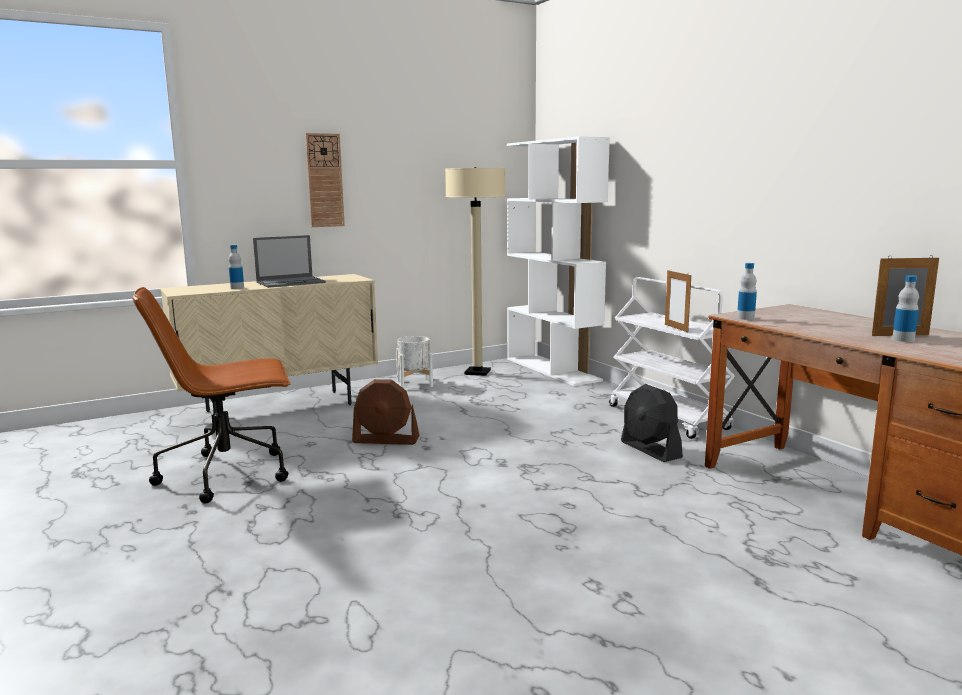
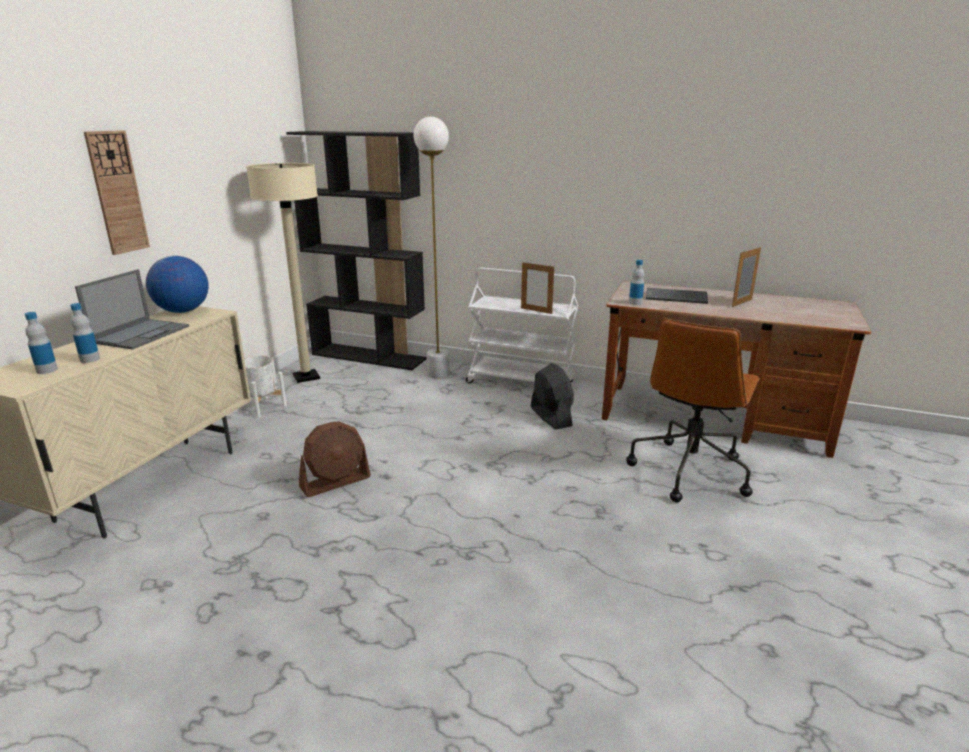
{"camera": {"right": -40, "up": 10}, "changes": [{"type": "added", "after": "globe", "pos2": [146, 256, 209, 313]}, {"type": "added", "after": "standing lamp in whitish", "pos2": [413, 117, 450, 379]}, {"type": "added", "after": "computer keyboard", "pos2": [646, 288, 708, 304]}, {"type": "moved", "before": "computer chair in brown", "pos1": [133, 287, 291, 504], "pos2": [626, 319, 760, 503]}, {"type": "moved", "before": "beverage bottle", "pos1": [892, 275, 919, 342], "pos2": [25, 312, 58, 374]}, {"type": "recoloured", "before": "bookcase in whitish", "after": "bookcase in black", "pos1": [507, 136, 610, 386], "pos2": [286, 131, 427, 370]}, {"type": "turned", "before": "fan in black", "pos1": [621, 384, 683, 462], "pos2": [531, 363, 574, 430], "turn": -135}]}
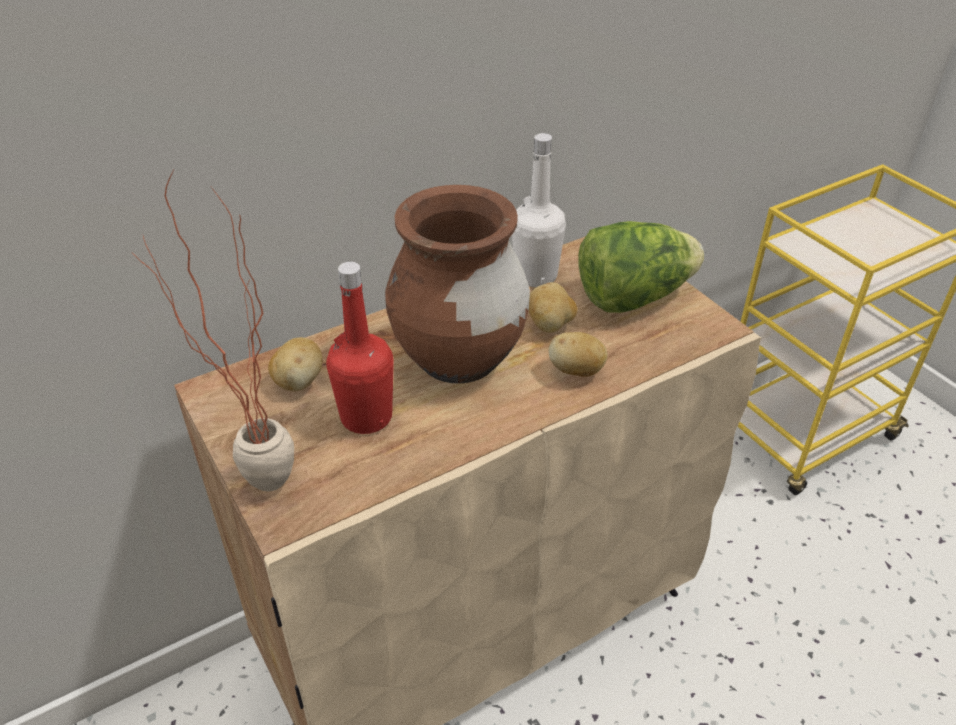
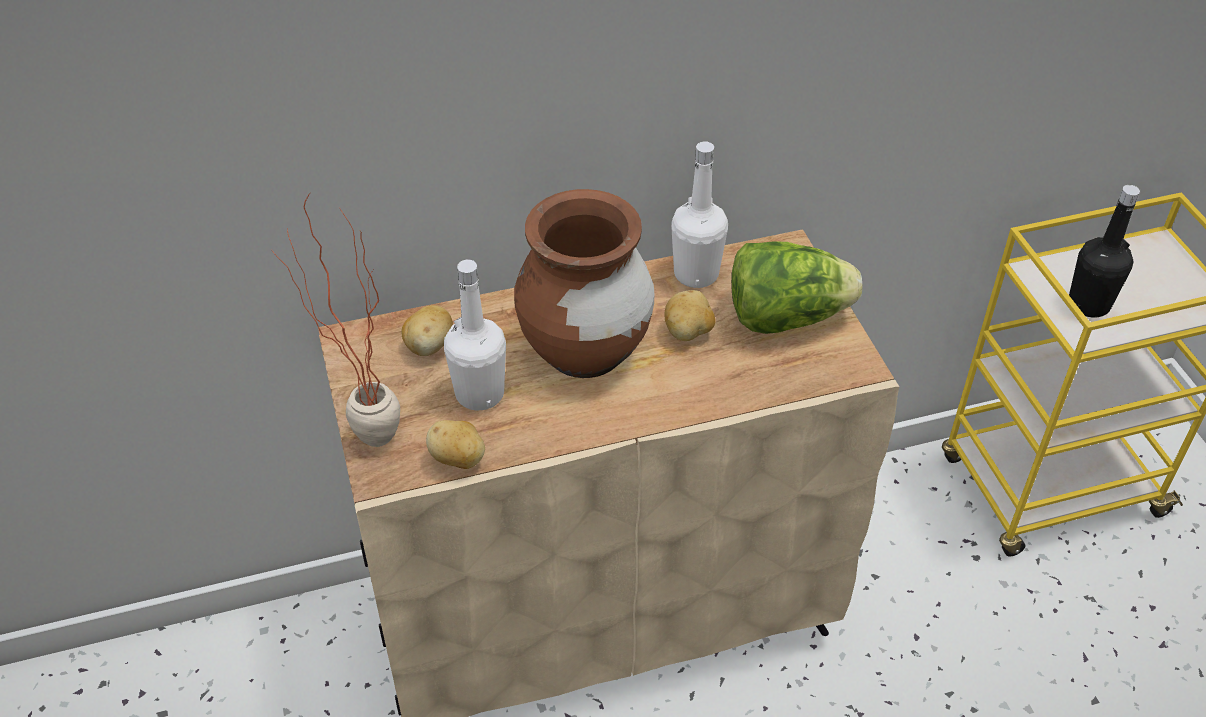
{"camera": {"right": 15, "up": 5}, "changes": [{"type": "added", "after": "beverage bottle in black", "pos2": [1069, 185, 1140, 318]}, {"type": "moved", "before": "potato", "pos1": [549, 332, 608, 377], "pos2": [426, 420, 485, 469]}, {"type": "recoloured", "before": "beverage bottle in red", "after": "beverage bottle in whitish", "pos1": [326, 262, 394, 434], "pos2": [444, 260, 506, 410]}]}
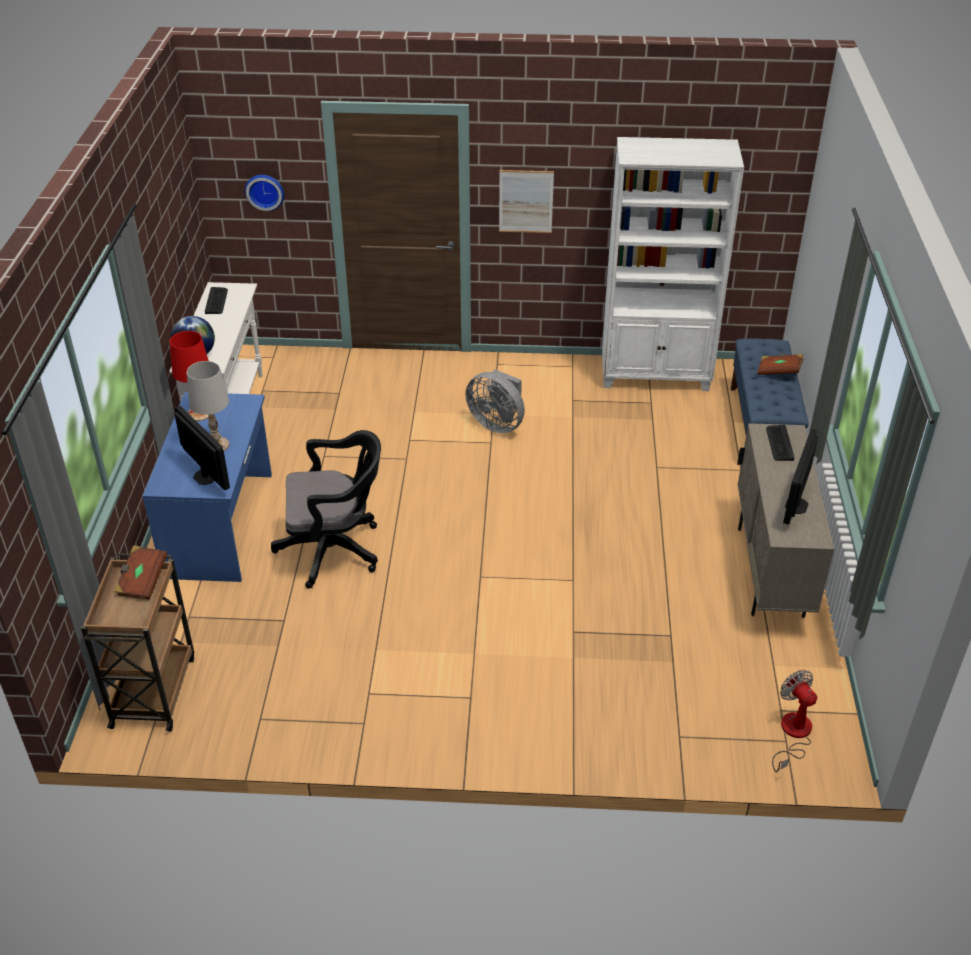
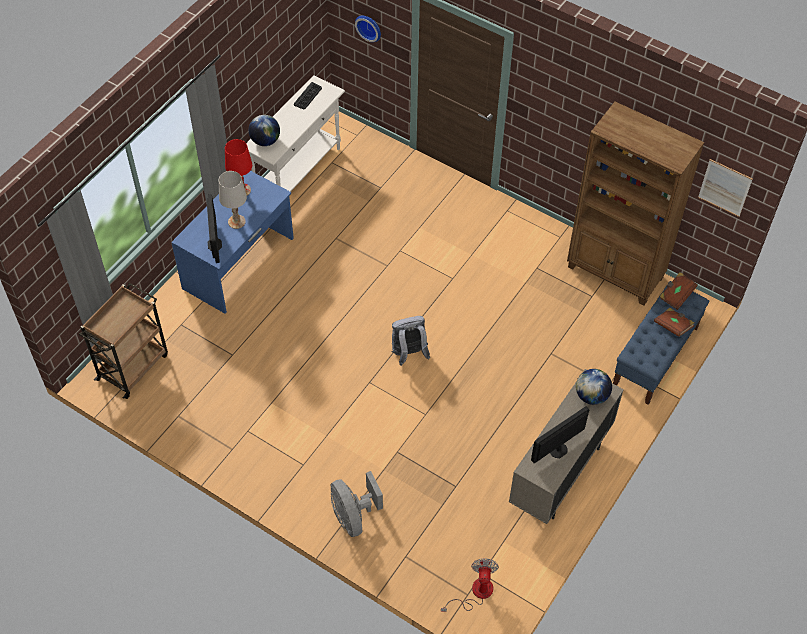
{"camera": {"right": 30, "up": 15}, "changes": [{"type": "removed", "before": "computer chair in black", "pos1": [271, 430, 381, 589]}, {"type": "added", "after": "rucksack in gray", "pos2": [391, 316, 431, 366]}, {"type": "moved", "before": "volume in brown", "pos1": [114, 545, 167, 600], "pos2": [659, 272, 698, 310]}, {"type": "moved", "before": "fan in gray", "pos1": [466, 369, 525, 433], "pos2": [330, 471, 383, 537]}, {"type": "moved", "before": "picture", "pos1": [499, 170, 554, 233], "pos2": [698, 159, 753, 217]}, {"type": "replaced", "before": "computer keyboard", "after": "globe", "pos1": [766, 425, 795, 461], "pos2": [576, 369, 612, 405]}, {"type": "recoloured", "before": "bookcase in whitish", "after": "bookcase in brown", "pos1": [602, 137, 744, 391], "pos2": [567, 102, 704, 306]}]}
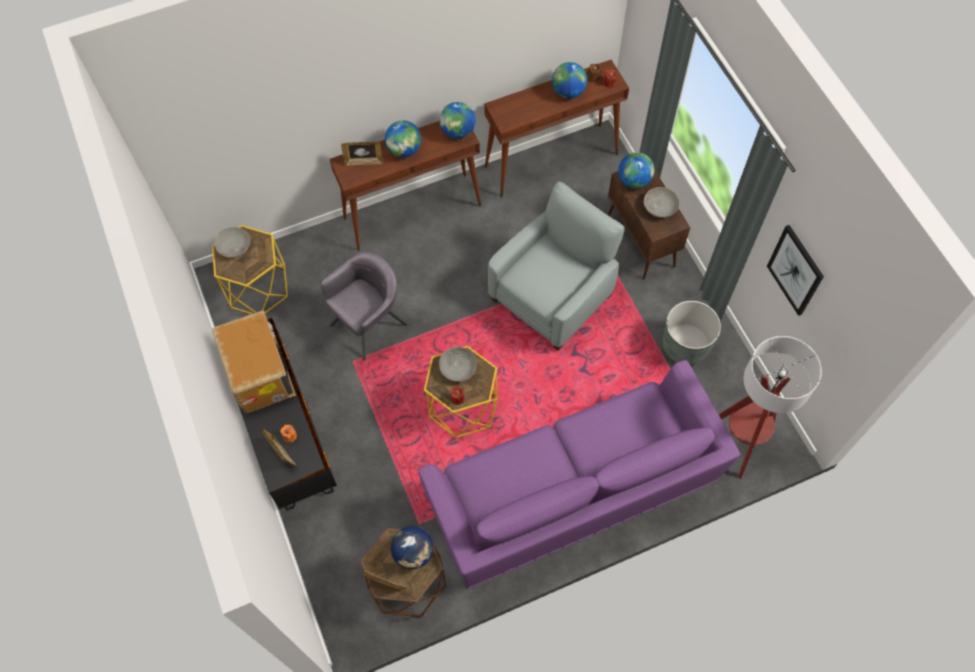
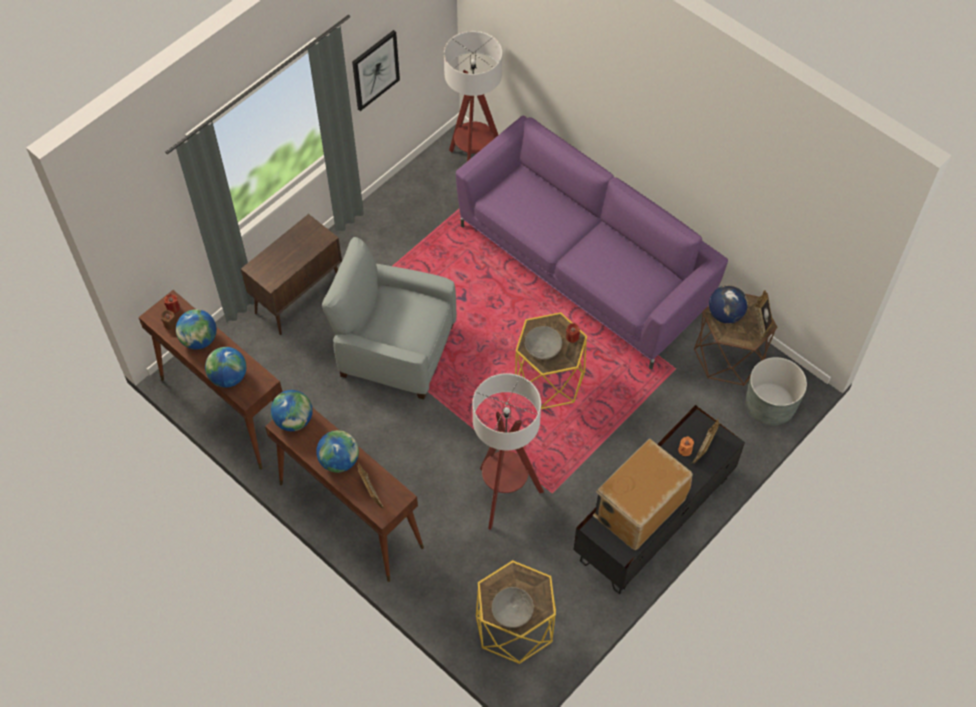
{"camera": {"right": -115, "up": -5}, "changes": [{"type": "removed", "before": "bowl in gray", "pos1": [644, 187, 680, 218]}, {"type": "moved", "before": "globe", "pos1": [618, 152, 654, 189], "pos2": [205, 347, 246, 388]}, {"type": "moved", "before": "plant pot in gray", "pos1": [662, 301, 721, 365], "pos2": [746, 357, 807, 425]}, {"type": "replaced", "before": "easy chair in gray", "after": "standing lamp", "pos1": [321, 251, 410, 361], "pos2": [472, 373, 544, 530]}]}
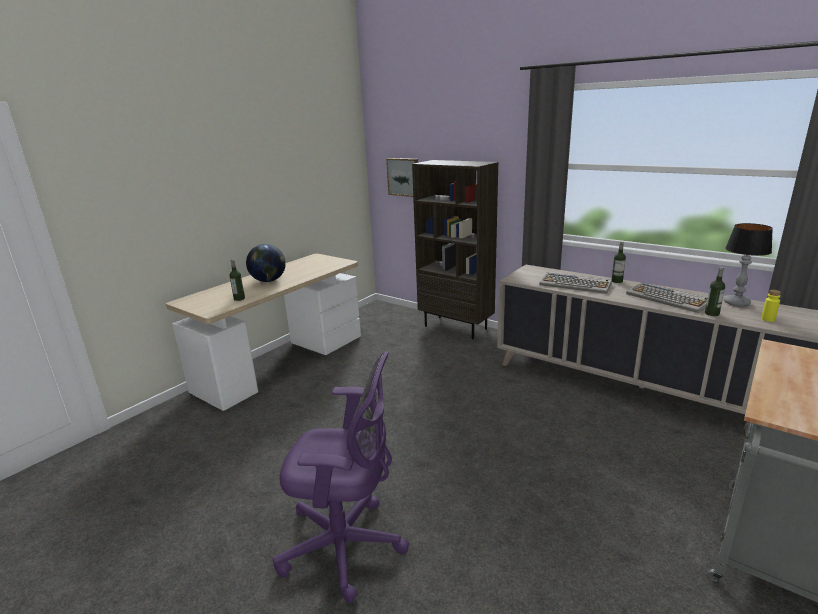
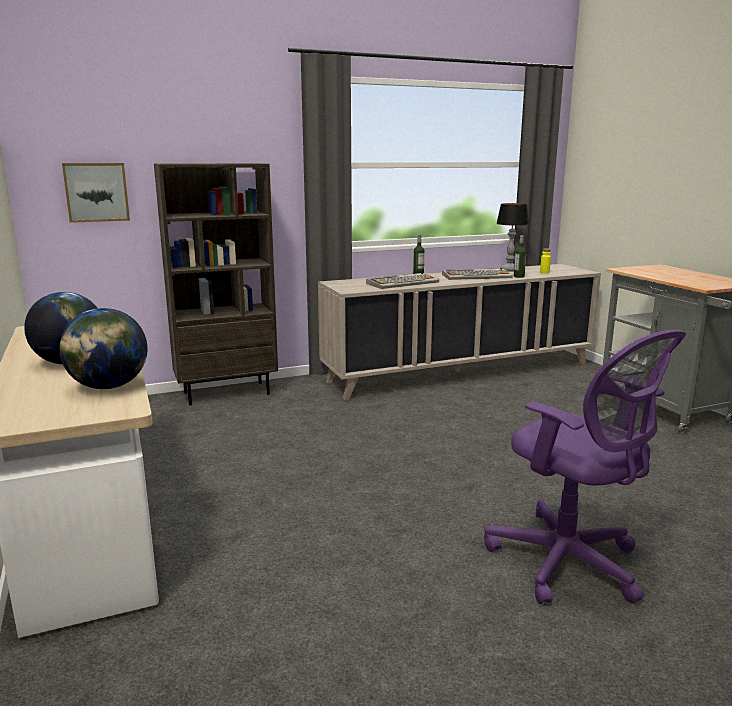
{"camera": {"right": -60, "up": -5}, "changes": [{"type": "replaced", "before": "beverage bottle", "after": "globe", "pos1": [229, 259, 245, 301], "pos2": [59, 308, 147, 389]}, {"type": "turned", "before": "computer chair in purple", "pos1": [272, 351, 409, 603], "pos2": [484, 329, 686, 604], "turn": 105}]}
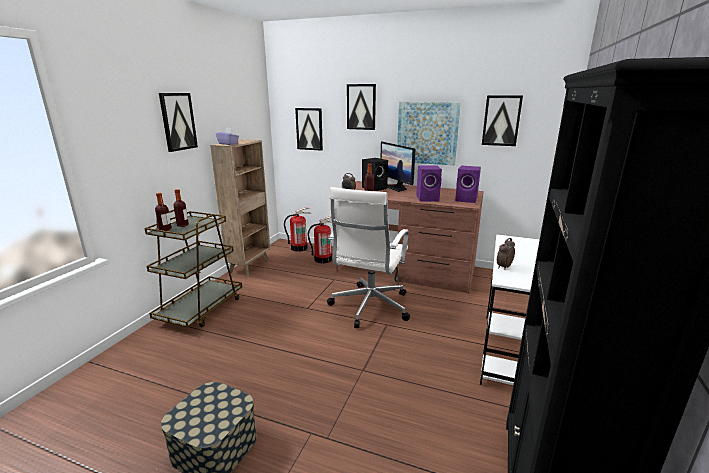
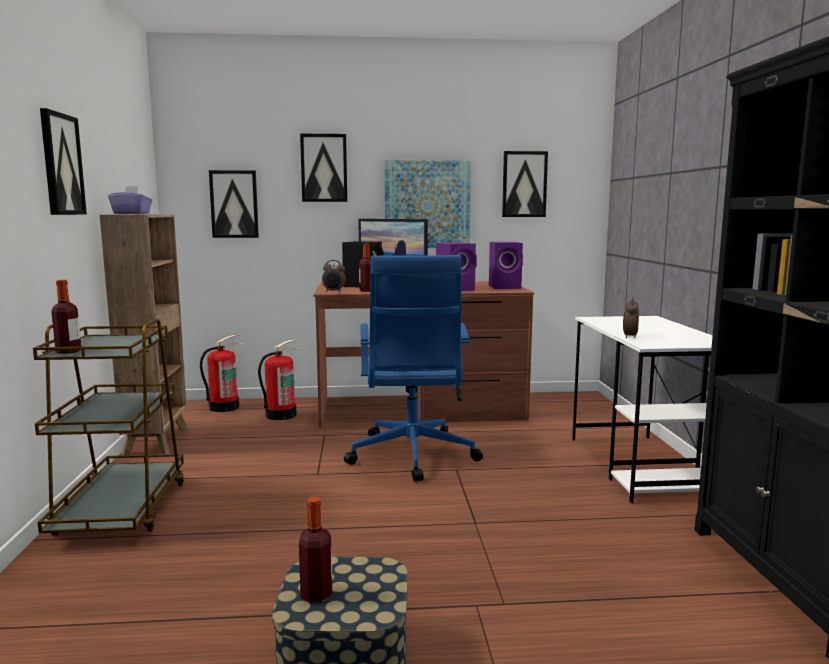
{"camera": {"right": -25, "up": -10}, "changes": [{"type": "moved", "before": "beverage bottle", "pos1": [174, 189, 189, 227], "pos2": [299, 497, 332, 603]}, {"type": "recoloured", "before": "computer chair in whitish", "after": "computer chair in blue", "pos1": [327, 187, 410, 328], "pos2": [344, 255, 483, 482]}]}
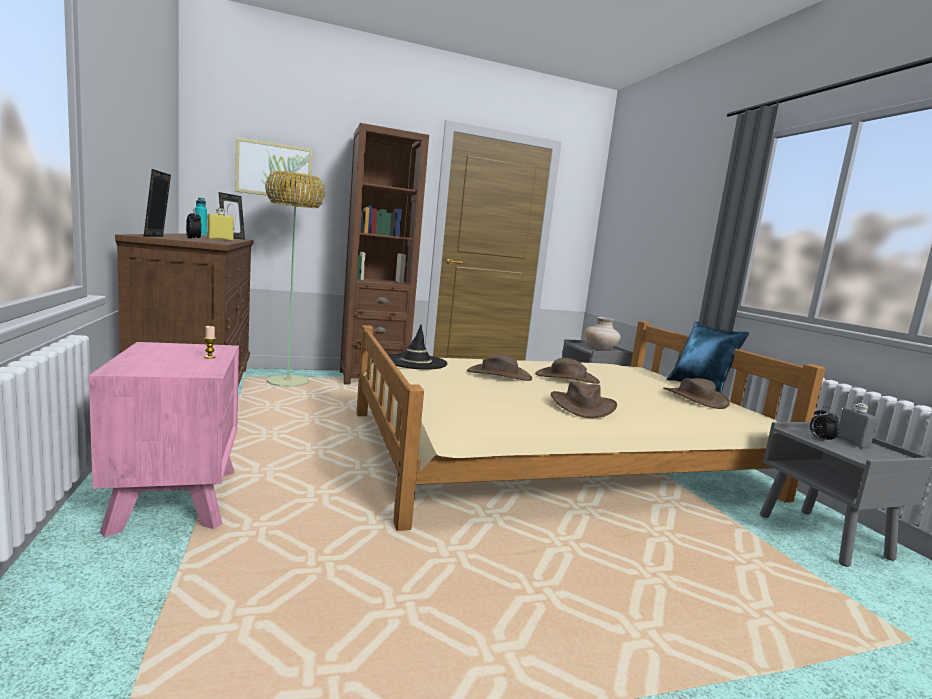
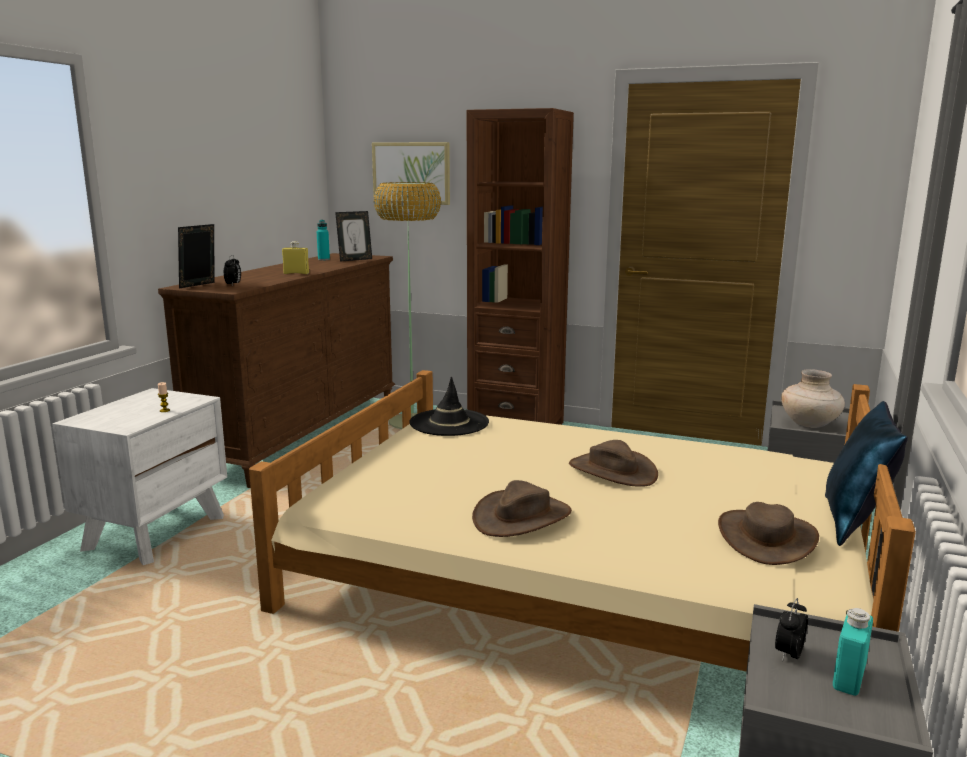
{"camera": {"right": 40, "up": 5}, "changes": [{"type": "removed", "before": "hat in brown", "pos1": [467, 354, 532, 381]}, {"type": "recoloured", "before": "night table in pink", "after": "night table in whitish", "pos1": [89, 342, 239, 537], "pos2": [52, 388, 227, 565]}, {"type": "recoloured", "before": "beverage bottle in gray", "after": "beverage bottle in turquoise", "pos1": [837, 403, 878, 449], "pos2": [833, 608, 873, 696]}]}
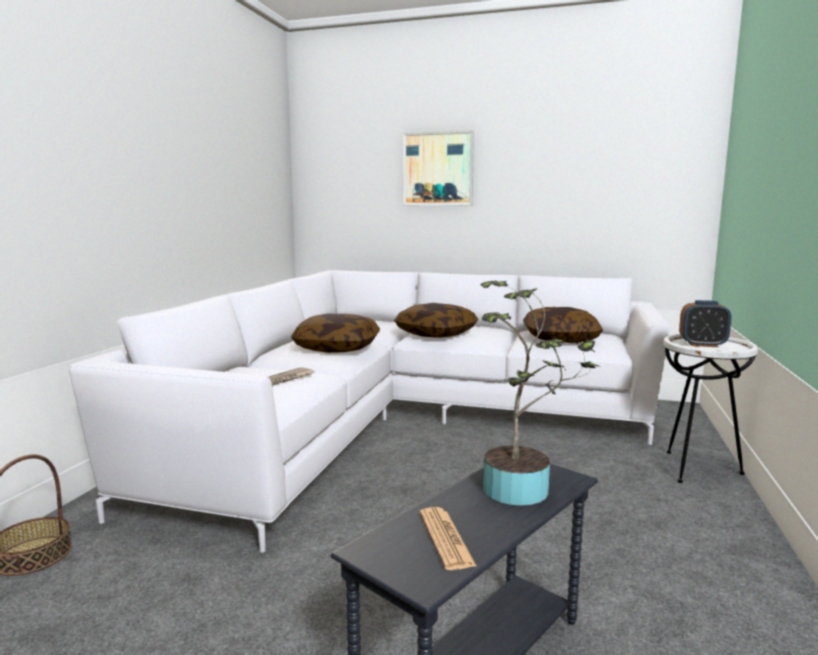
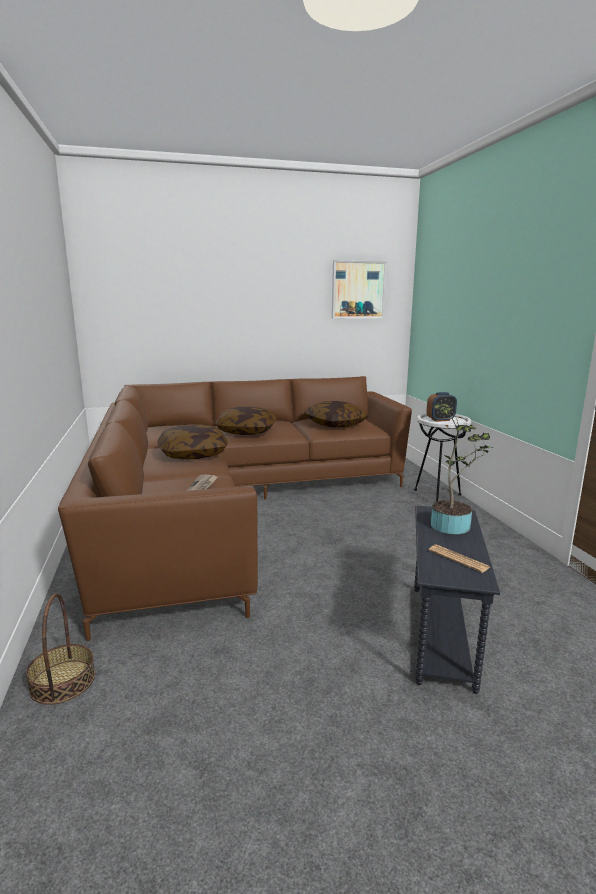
{"camera": {"right": -30, "up": 5}, "changes": [{"type": "moved", "before": "picture", "pos1": [403, 130, 474, 205], "pos2": [332, 260, 387, 319]}, {"type": "recoloured", "before": "settee in whitish", "after": "settee in brown", "pos1": [69, 270, 670, 553], "pos2": [58, 376, 412, 641]}]}
